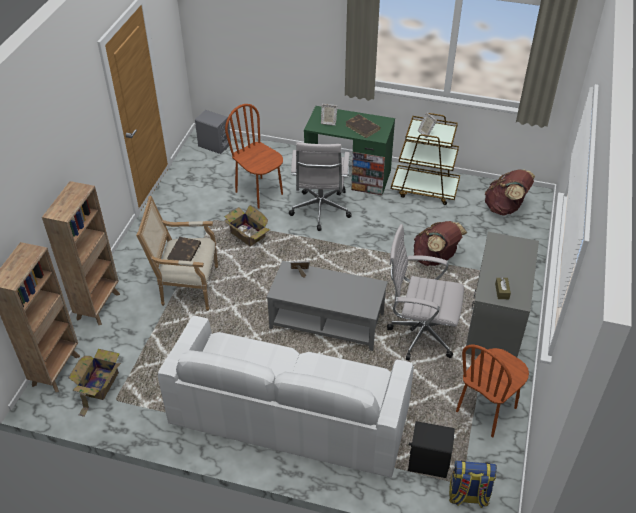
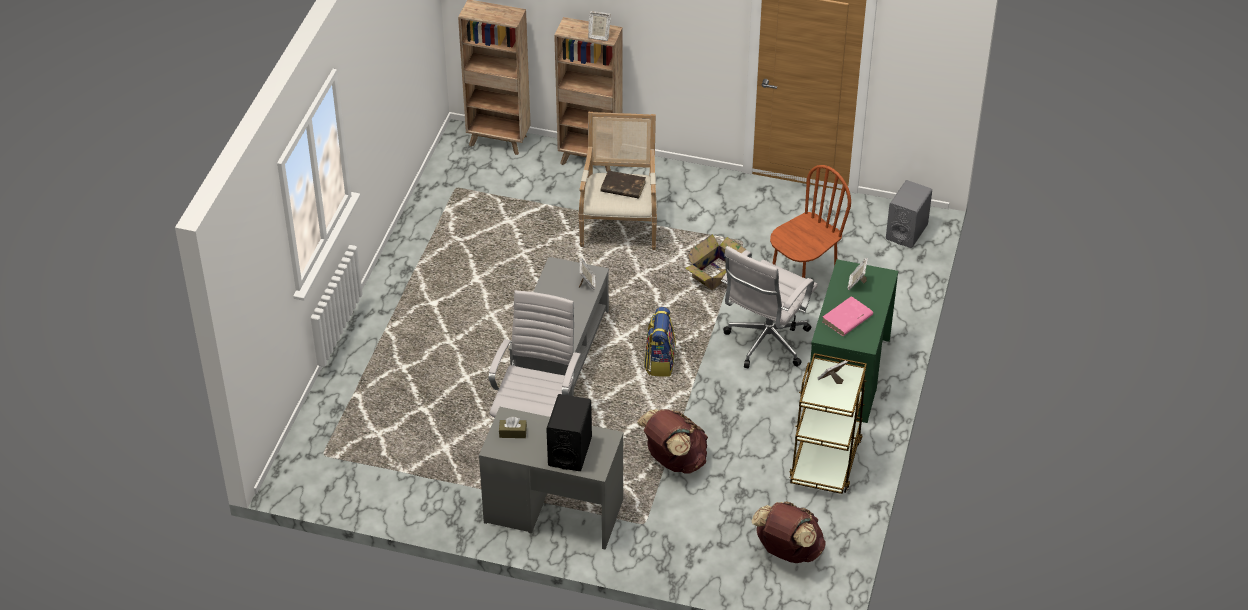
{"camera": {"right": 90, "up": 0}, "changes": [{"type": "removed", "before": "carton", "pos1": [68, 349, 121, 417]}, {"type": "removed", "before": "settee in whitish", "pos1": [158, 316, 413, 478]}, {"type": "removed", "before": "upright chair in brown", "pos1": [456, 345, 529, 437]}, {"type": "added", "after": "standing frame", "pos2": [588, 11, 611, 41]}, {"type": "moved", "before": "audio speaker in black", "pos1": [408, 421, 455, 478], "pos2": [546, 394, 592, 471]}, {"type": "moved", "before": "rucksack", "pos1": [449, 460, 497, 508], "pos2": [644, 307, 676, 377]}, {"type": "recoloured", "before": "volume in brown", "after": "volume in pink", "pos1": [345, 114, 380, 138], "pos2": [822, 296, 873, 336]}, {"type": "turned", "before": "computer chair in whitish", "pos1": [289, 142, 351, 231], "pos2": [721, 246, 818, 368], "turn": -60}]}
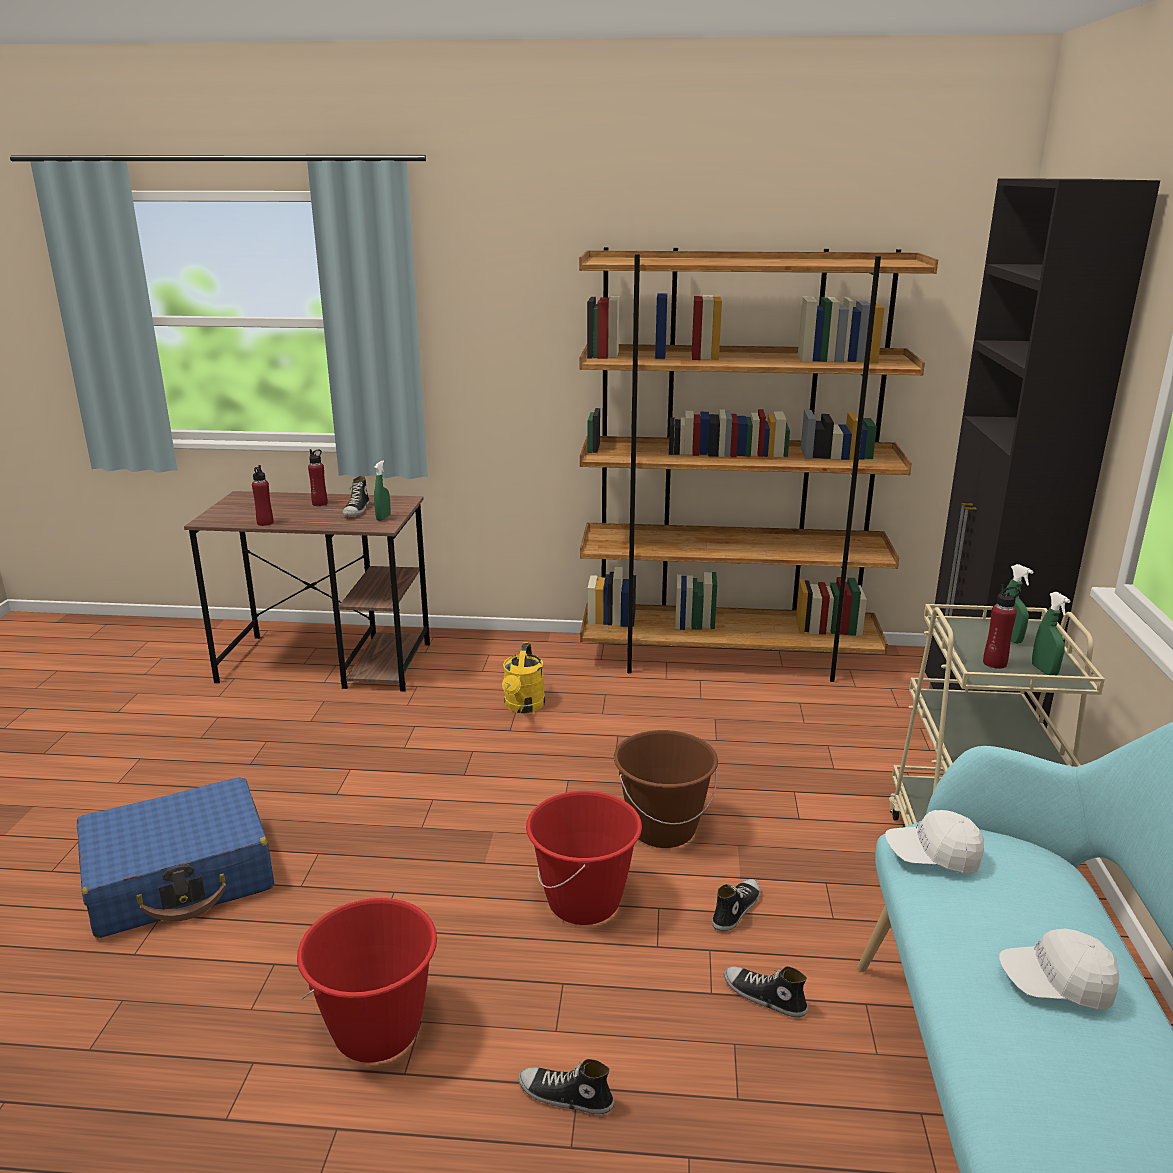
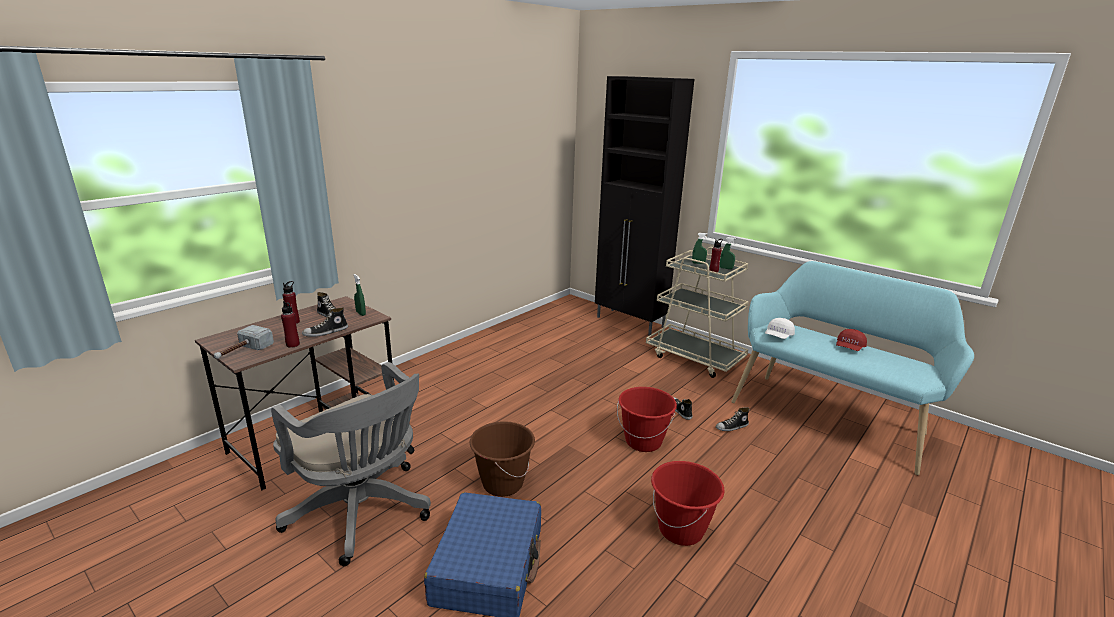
{"camera": {"right": -55, "up": 0}, "changes": [{"type": "removed", "before": "watering can in yellowish", "pos1": [502, 642, 545, 713]}, {"type": "removed", "before": "bookcase in brown", "pos1": [579, 247, 938, 682]}, {"type": "added", "after": "tool hammer", "pos2": [214, 325, 274, 359]}, {"type": "added", "after": "computer chair in gray", "pos2": [271, 362, 431, 566]}, {"type": "moved", "before": "low shoe", "pos1": [518, 1059, 614, 1114], "pos2": [302, 307, 348, 337]}, {"type": "moved", "before": "water bucket in brown", "pos1": [614, 730, 718, 848], "pos2": [470, 421, 535, 497]}, {"type": "recoloured", "before": "peaked cap in whitish", "after": "peaked cap in red", "pos1": [999, 929, 1119, 1010], "pos2": [836, 329, 867, 351]}]}
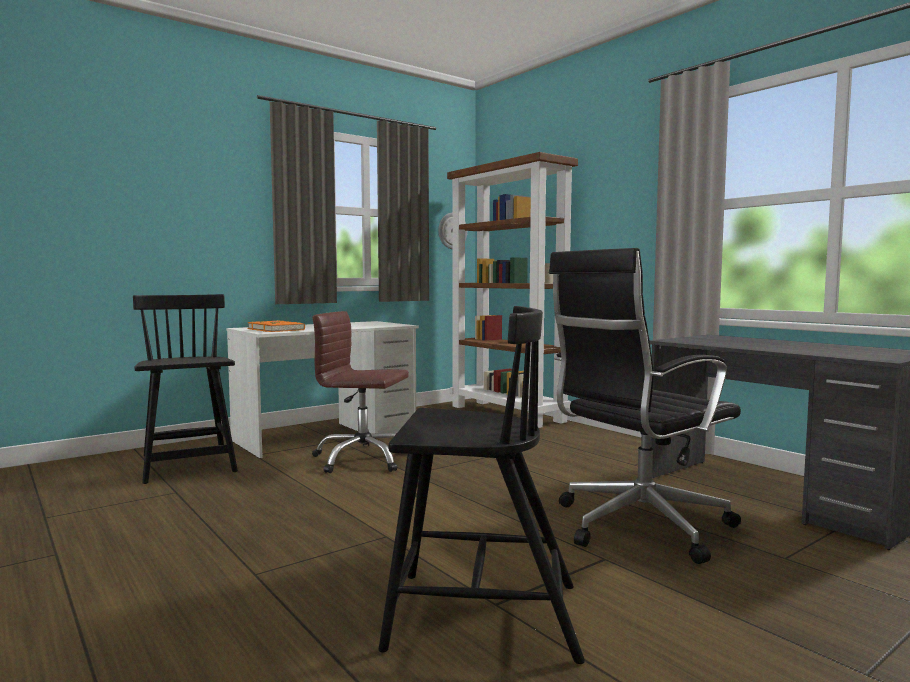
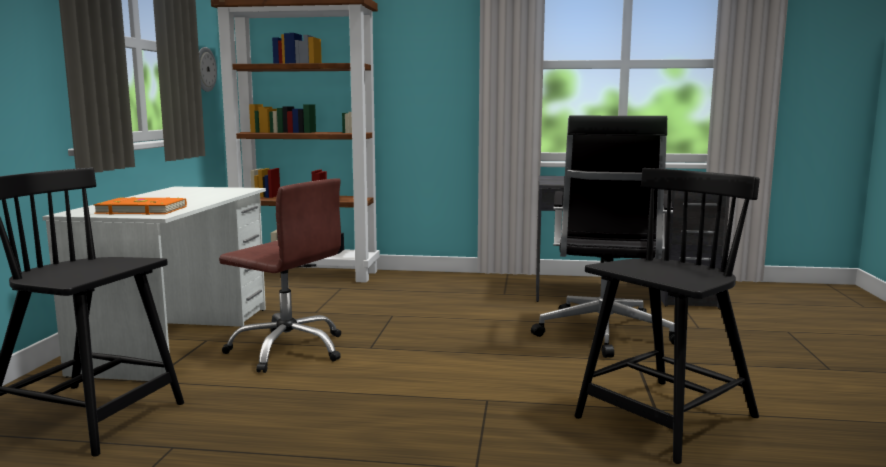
{"camera": {"right": -45, "up": 5}, "changes": [{"type": "turned", "before": "computer chair in brown", "pos1": [312, 311, 409, 473], "pos2": [219, 178, 341, 373], "turn": -120}]}
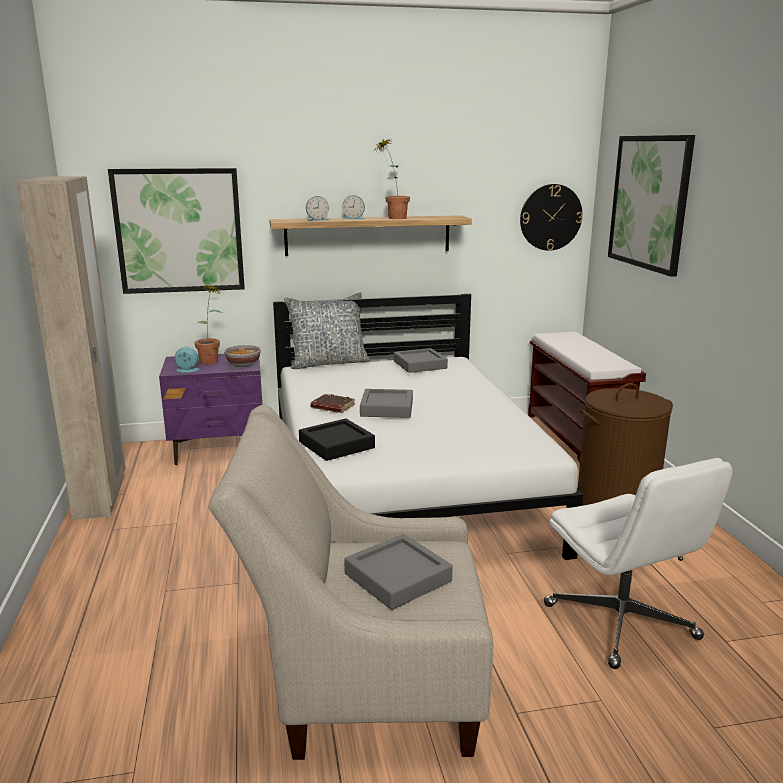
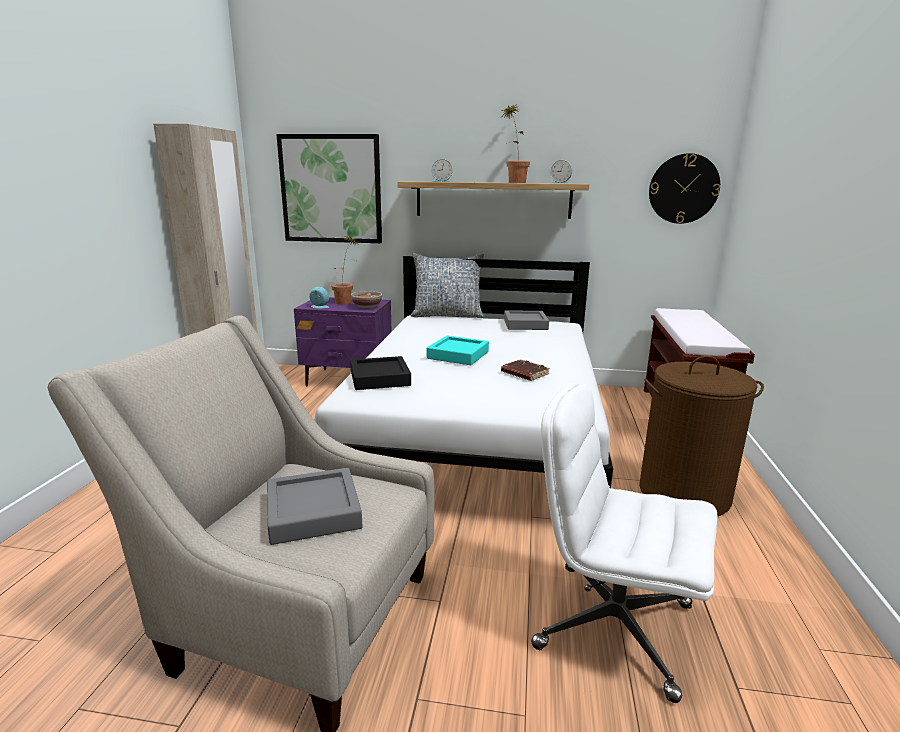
{"camera": {"right": 20, "up": 0}, "changes": [{"type": "removed", "before": "picture", "pos1": [608, 135, 695, 277]}, {"type": "moved", "before": "volume in brown", "pos1": [310, 394, 355, 413], "pos2": [501, 359, 550, 381]}, {"type": "moved", "before": "alarm clock", "pos1": [342, 195, 365, 219], "pos2": [550, 160, 572, 183]}, {"type": "recoloured", "before": "tray in gray", "after": "tray in turquoise", "pos1": [360, 389, 413, 418], "pos2": [427, 336, 489, 365]}, {"type": "turned", "before": "computer chair in whitish", "pos1": [544, 458, 732, 669], "pos2": [531, 383, 718, 703], "turn": 120}]}
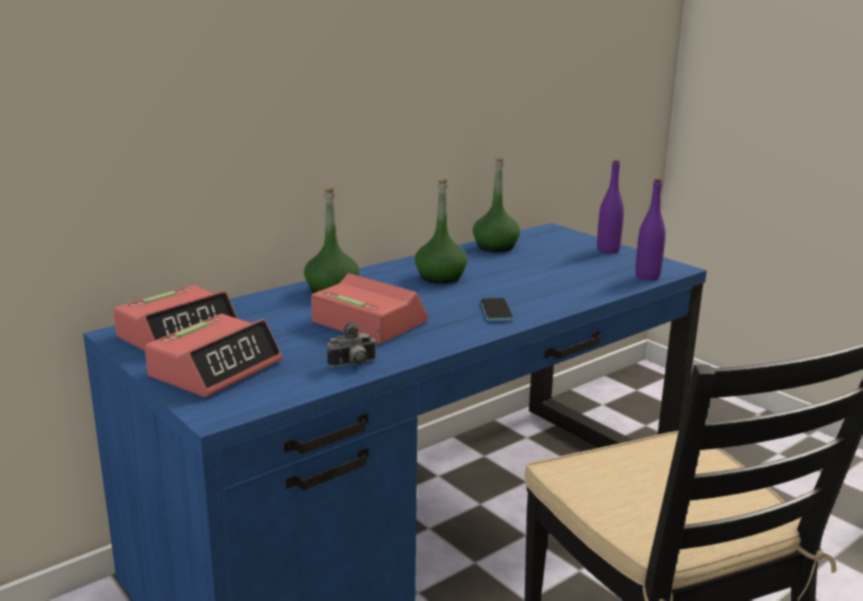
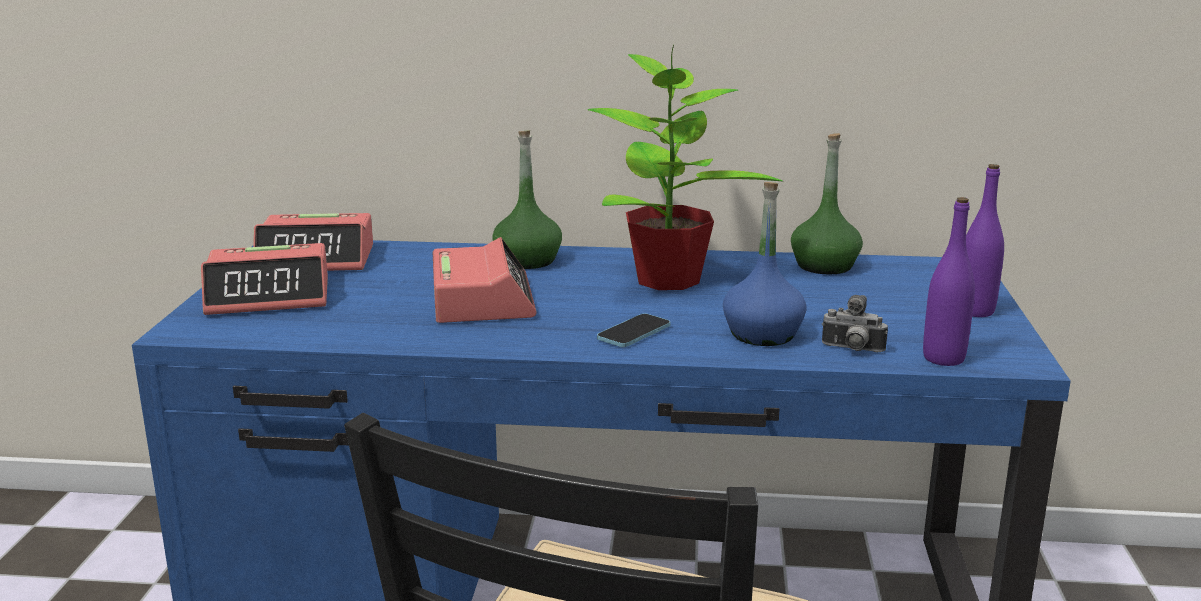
{"camera": {"right": 45, "up": 0}, "changes": [{"type": "added", "after": "beverage bottle in blue", "pos2": [723, 182, 807, 346]}, {"type": "moved", "before": "photo camera", "pos1": [327, 321, 376, 367], "pos2": [822, 295, 888, 352]}, {"type": "replaced", "before": "beverage bottle in green", "after": "potted plant", "pos1": [415, 179, 467, 284], "pos2": [587, 45, 783, 290]}]}
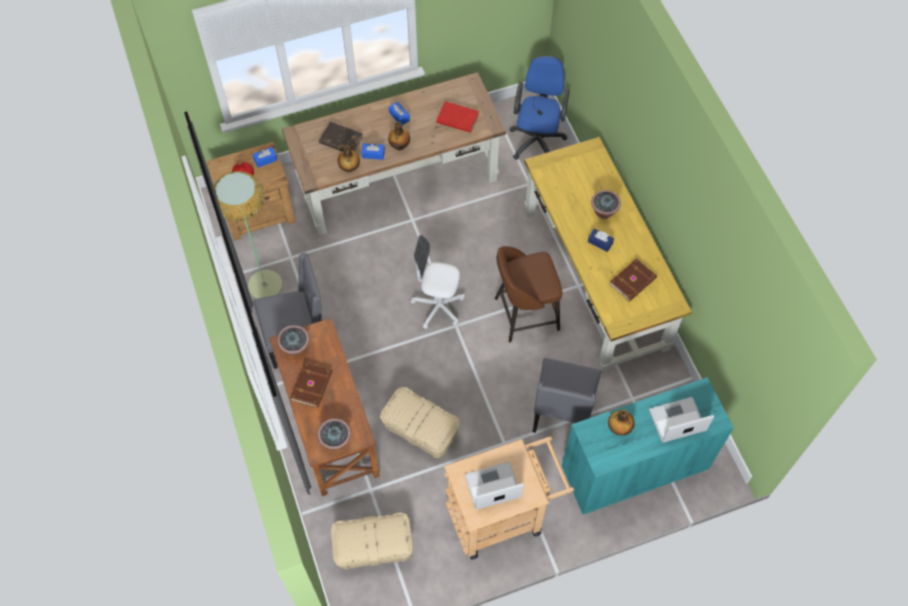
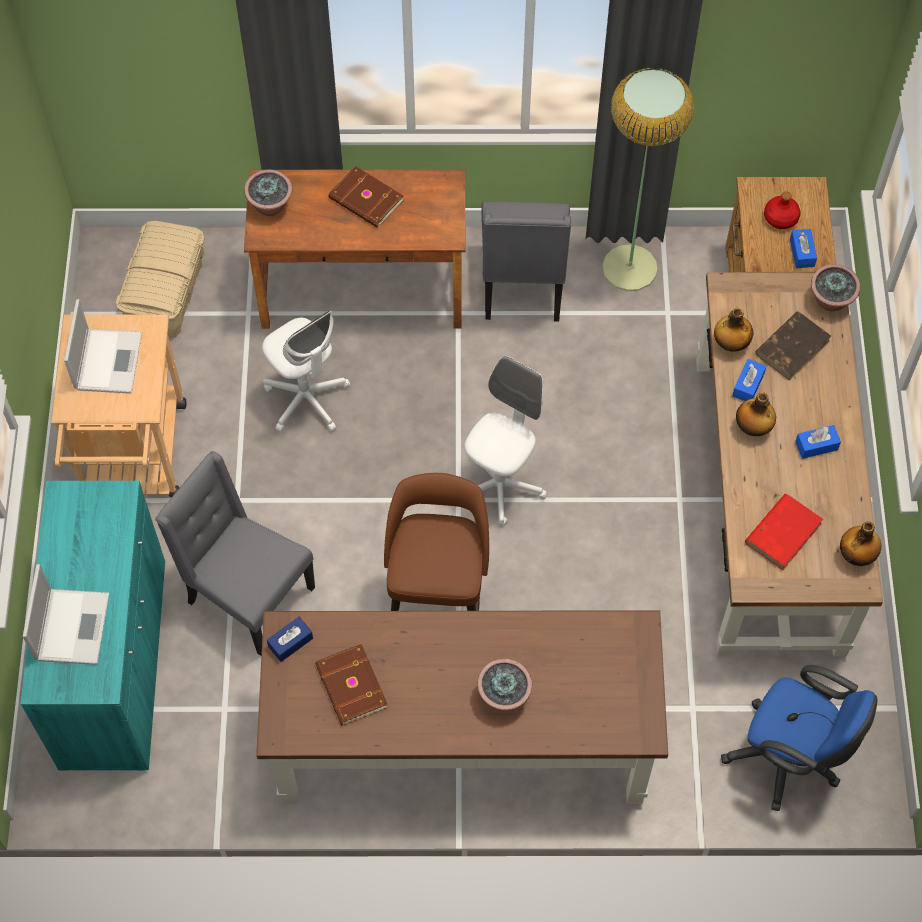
{"camera": {"right": 110, "up": 0}, "changes": [{"type": "moved", "before": "potted plant", "pos1": [277, 325, 309, 355], "pos2": [811, 264, 861, 311]}, {"type": "moved", "before": "box of tissues in blue", "pos1": [588, 229, 614, 252], "pos2": [267, 617, 313, 662]}, {"type": "moved", "before": "beverage bottle", "pos1": [608, 409, 635, 436], "pos2": [840, 521, 881, 566]}, {"type": "replaced", "before": "storage bin in sand-coloured", "after": "computer chair in whitish", "pos1": [380, 387, 461, 459], "pos2": [262, 310, 350, 432]}, {"type": "recoloured", "before": "desk unit in yellowish", "after": "desk unit in brown", "pos1": [524, 137, 692, 373], "pos2": [256, 610, 668, 805]}]}
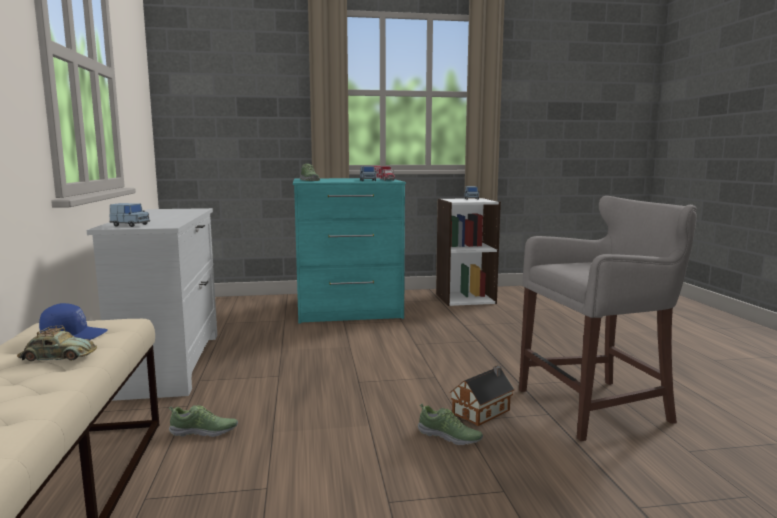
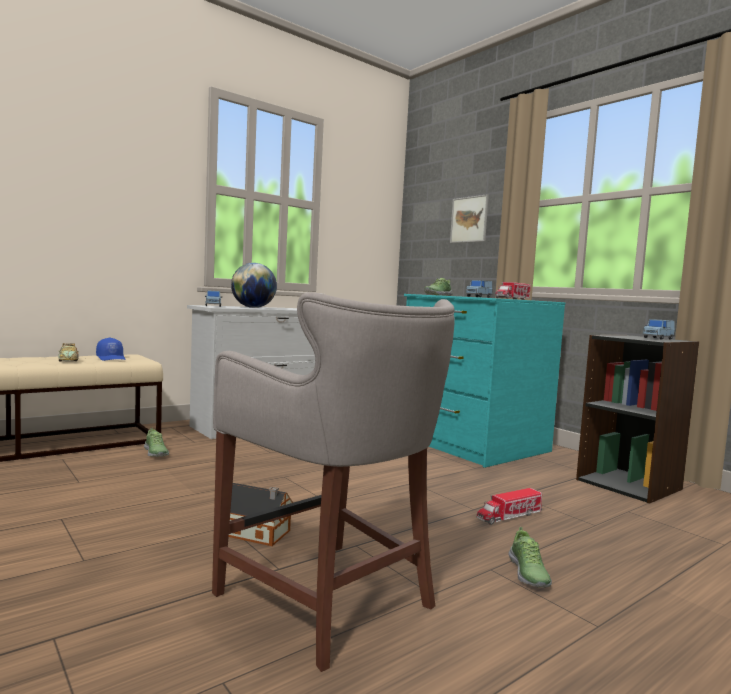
{"camera": {"right": 60, "up": -5}, "changes": [{"type": "added", "after": "globe", "pos2": [231, 263, 277, 308]}, {"type": "added", "after": "picture", "pos2": [450, 194, 489, 243]}, {"type": "added", "after": "model truck", "pos2": [477, 488, 542, 525]}, {"type": "moved", "before": "low shoe", "pos1": [418, 404, 483, 445], "pos2": [509, 527, 552, 588]}, {"type": "recoloured", "before": "bookcase in whitish", "after": "bookcase in black", "pos1": [436, 198, 501, 306], "pos2": [576, 335, 699, 504]}]}
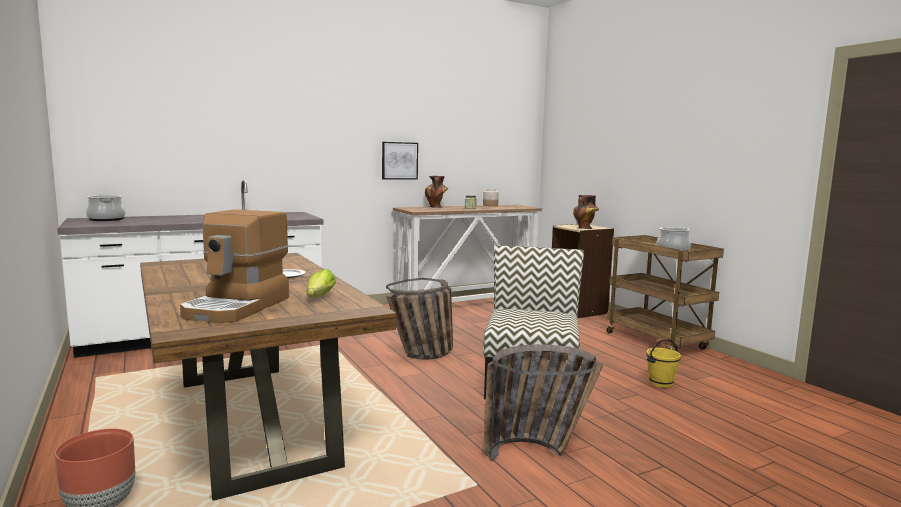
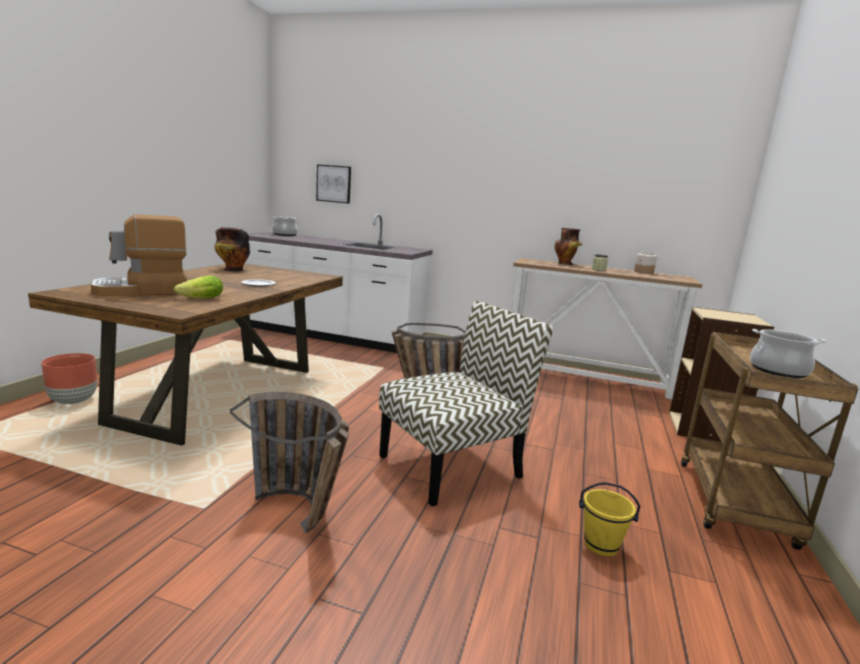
{"camera": {"right": 45, "up": 5}, "changes": [{"type": "moved", "before": "picture", "pos1": [382, 142, 418, 179], "pos2": [316, 164, 351, 204]}, {"type": "moved", "before": "decorative vase", "pos1": [573, 195, 599, 229], "pos2": [215, 227, 250, 271]}]}
